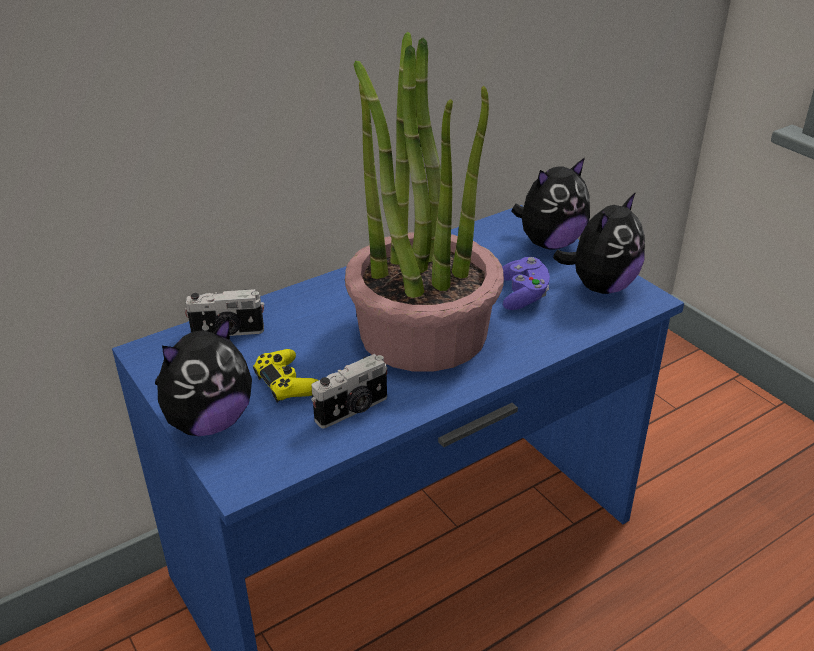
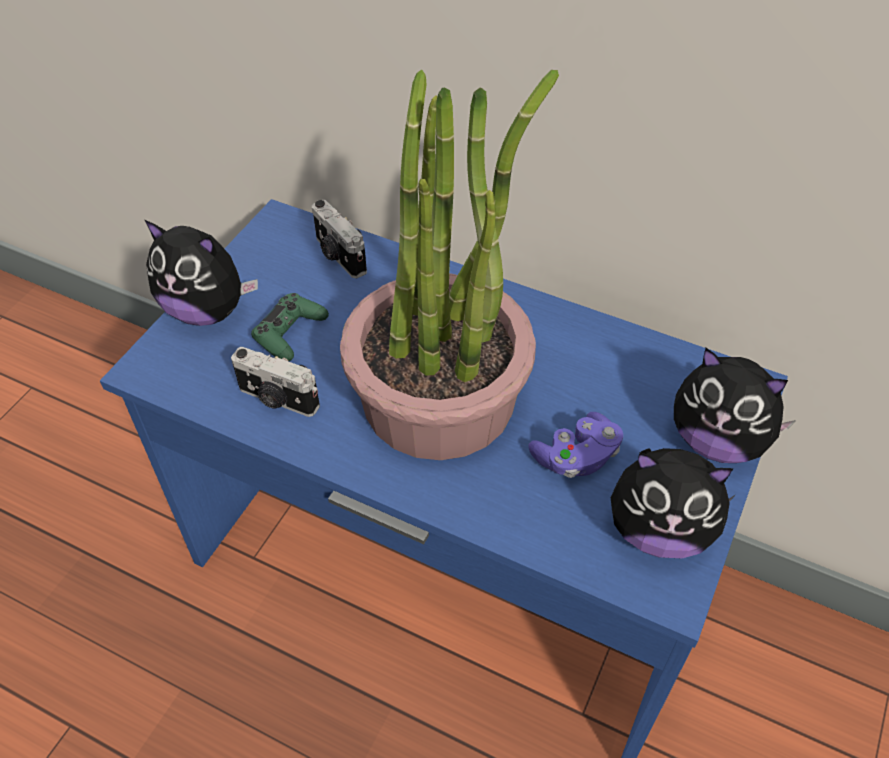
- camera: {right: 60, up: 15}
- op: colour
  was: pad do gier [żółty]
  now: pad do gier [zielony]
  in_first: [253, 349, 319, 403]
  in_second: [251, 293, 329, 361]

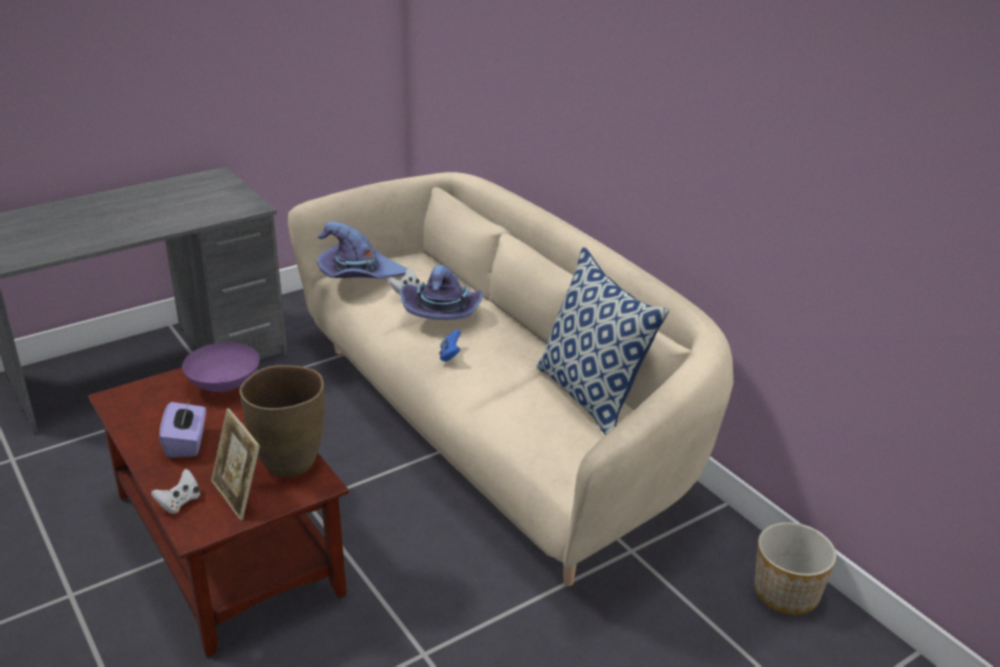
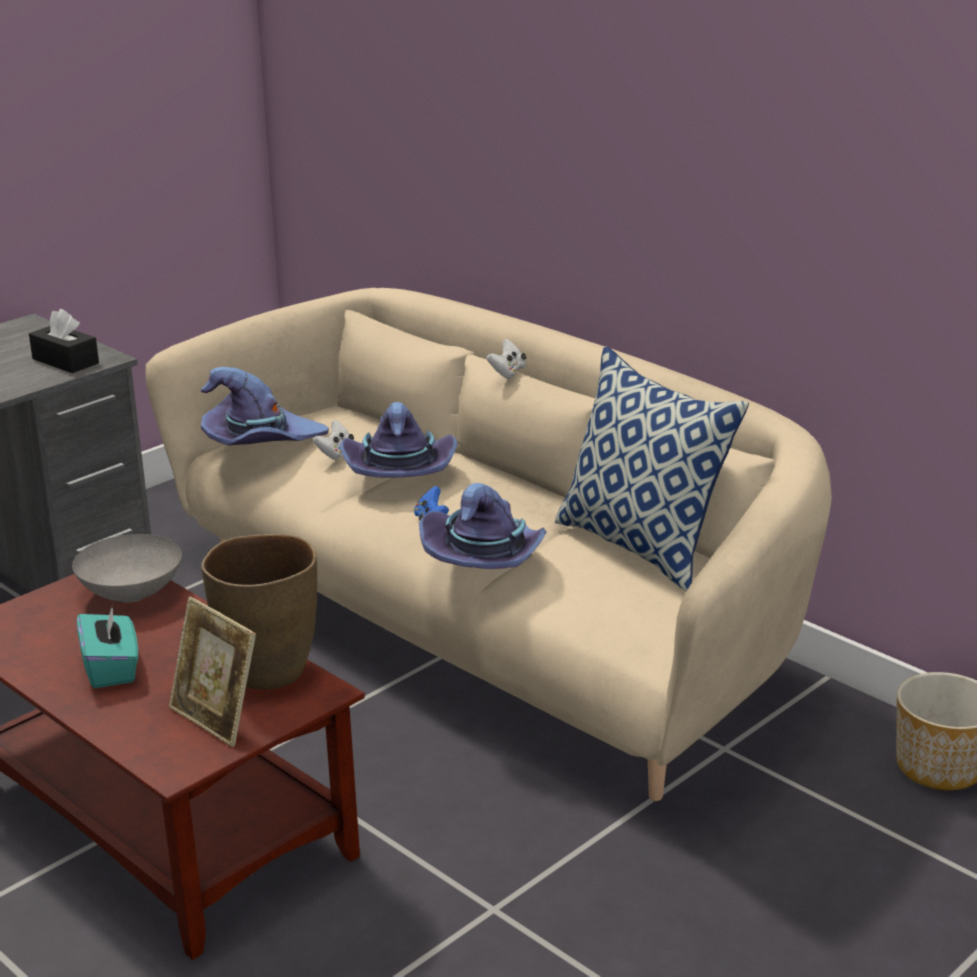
- camera: {right: -10, up: -5}
- op: colour
  was: miska [fioletowy]
  now: miska [szary]
  in_first: [182, 342, 260, 392]
  in_second: [72, 534, 182, 603]
- op: colour
  was: pudełko chusteczek [fioletowy]
  now: pudełko chusteczek [turkusowy]
  in_first: [159, 402, 206, 458]
  in_second: [77, 604, 138, 688]
- op: relocated
  was: pad do gier [biały]
  in_first: [151, 469, 200, 514]
  in_second: [486, 339, 527, 379]
- op: appeared
  now: pudełko chusteczek [czarny]
  in_second: [29, 309, 99, 373]
- op: appeared
  now: kapelusz [fioletowy]
  in_second: [419, 483, 547, 569]

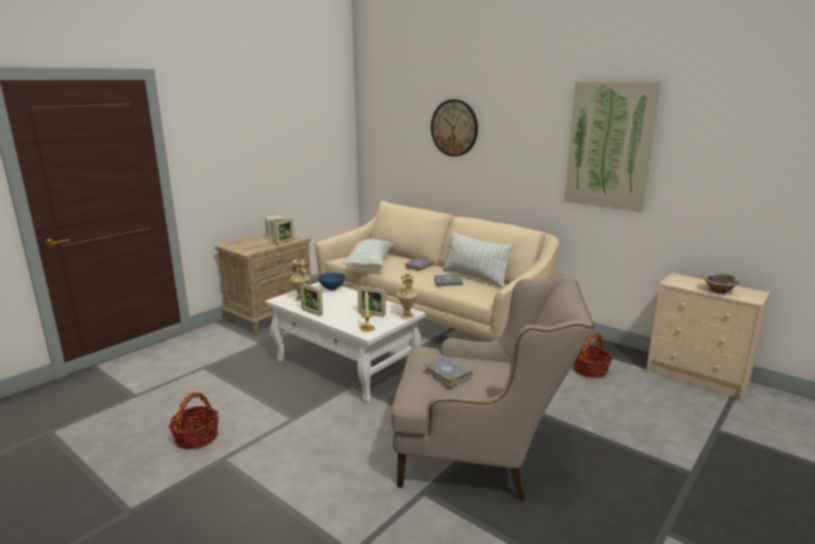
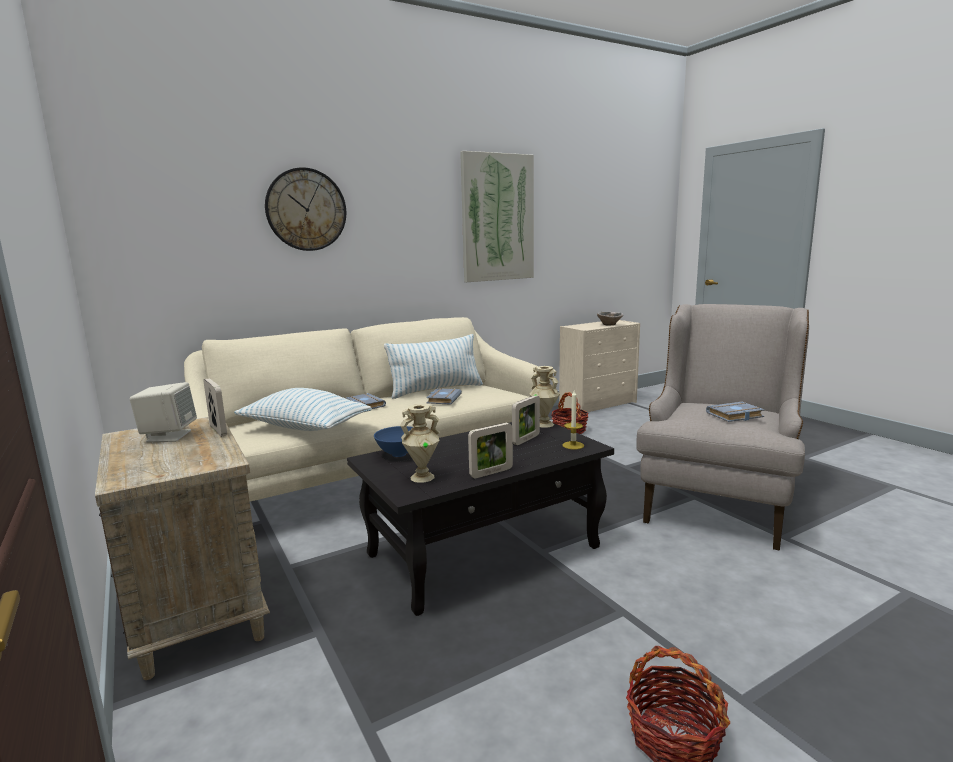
- camera: {right: -70, up: -5}
- op: colour
  was: ława [biały]
  now: ława [czarny]
  in_first: [265, 282, 426, 405]
  in_second: [347, 422, 614, 616]

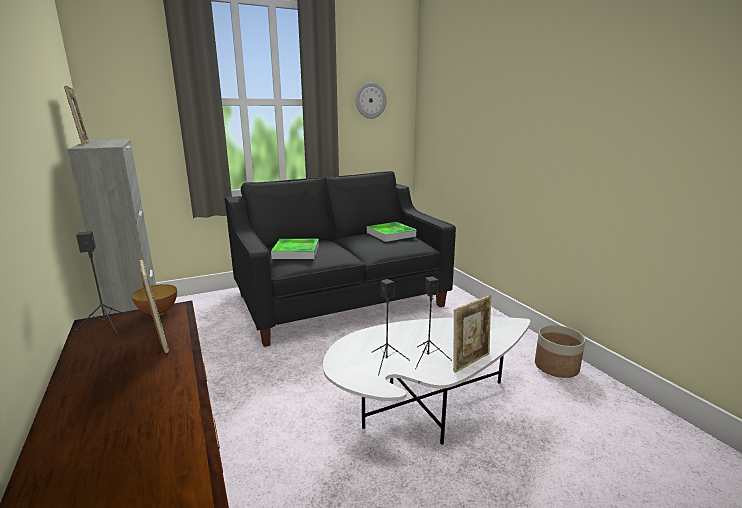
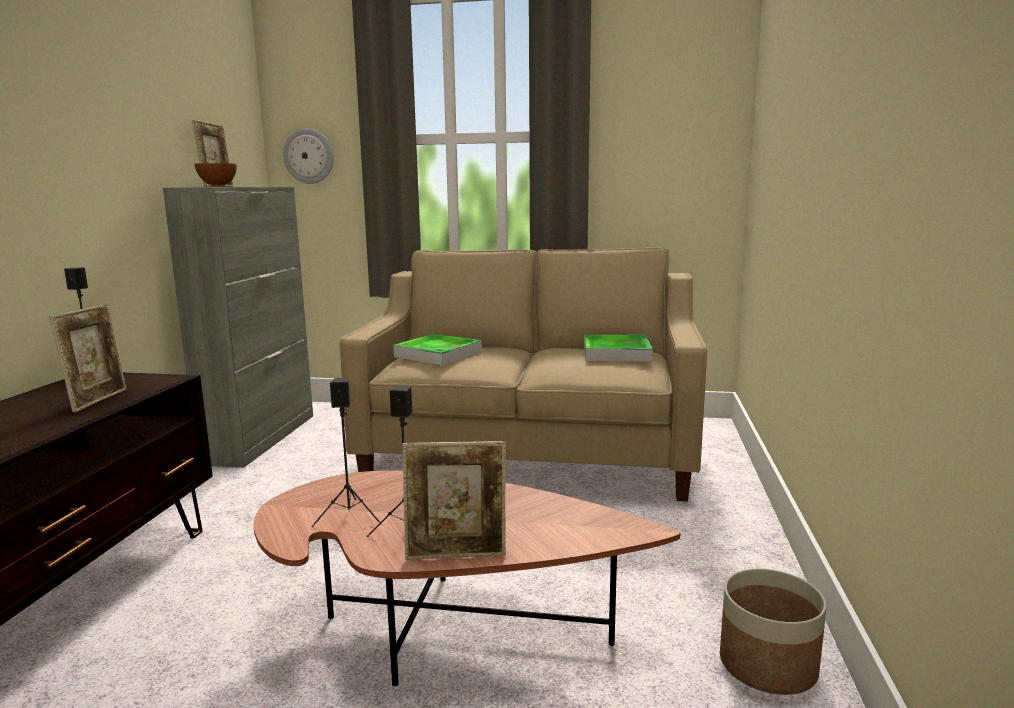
- camera: {right: 35, up: -5}
- op: relocated
  was: zegar ścienny
  in_first: [356, 82, 387, 119]
  in_second: [283, 128, 334, 184]
- op: colour
  was: kanapa [czarny]
  now: kanapa [beżowy]
  in_first: [225, 171, 456, 347]
  in_second: [340, 248, 707, 502]
- op: relocated
  was: miska
  in_first: [132, 284, 177, 316]
  in_second: [194, 163, 237, 187]
- op: colour
  was: ława [biały]
  now: ława [brązowy]
  in_first: [323, 317, 531, 445]
  in_second: [253, 470, 681, 686]

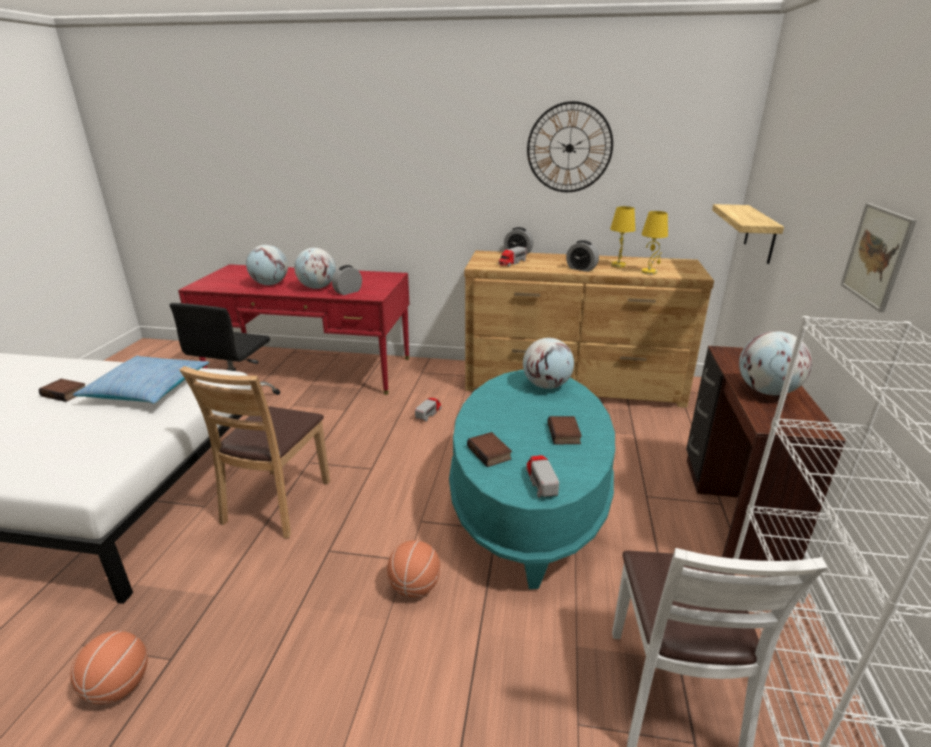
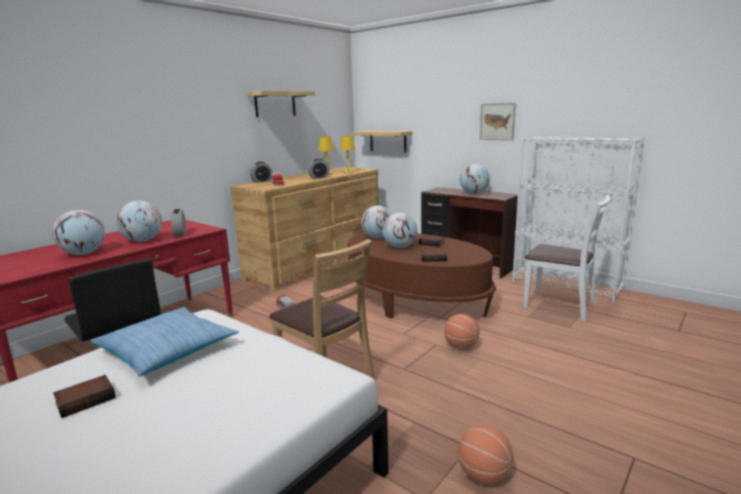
- camera: {right: -60, up: -10}
- op: exchanged
  was: zegar ścienny
  now: półka
  in_first: [527, 101, 613, 192]
  in_second: [246, 91, 315, 117]
- op: colour
  was: ława [turkusowy]
  now: ława [brązowy]
  in_first: [449, 370, 615, 589]
  in_second: [348, 233, 496, 318]
- op: missing
  was: ciężarówka zabawkowa
  in_first: [526, 455, 559, 498]
- op: appeared
  now: globus
  in_second: [382, 213, 418, 248]

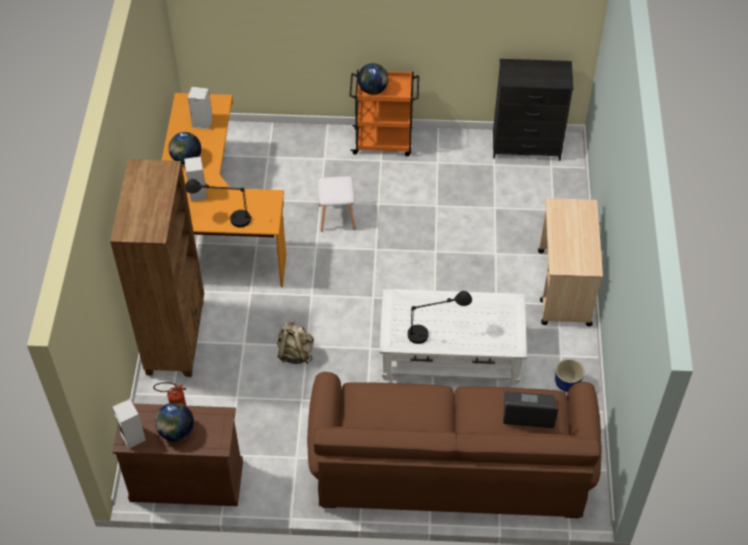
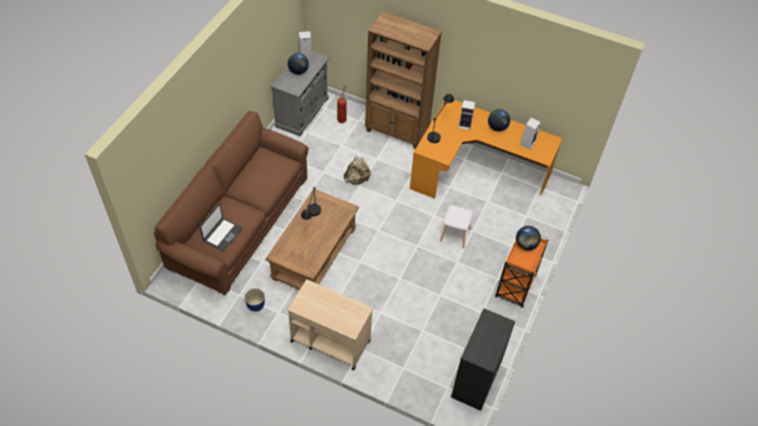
- camera: {right: 110, up: 0}
- op: colour
  was: ława [biały]
  now: ława [brązowy]
  in_first: [379, 289, 527, 385]
  in_second: [266, 189, 359, 290]
- op: colour
  was: szafka [brązowy]
  now: szafka [szary]
  in_first: [113, 404, 243, 506]
  in_second: [271, 51, 329, 136]

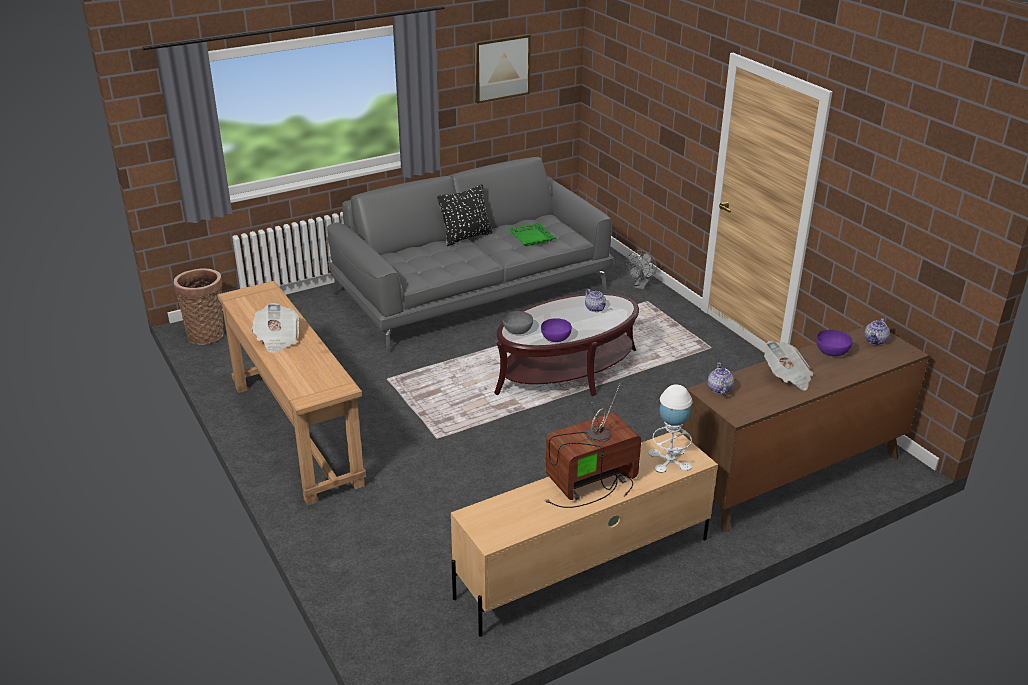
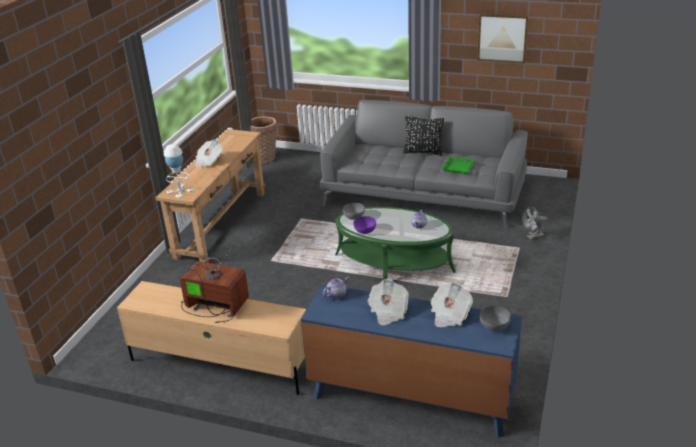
- camera: {right: 50, up: 0}
- op: colour
  was: ława [brązowy]
  now: ława [zielony]
  in_first: [494, 293, 639, 396]
  in_second: [335, 207, 456, 281]
- op: exchanged
  was: imbryk
  now: miska [szary]
  in_first: [864, 318, 890, 345]
  in_second: [480, 306, 511, 331]
- op: colour
  was: komoda [brązowy]
  now: komoda [niebieski]
  in_first: [681, 326, 929, 532]
  in_second: [301, 284, 522, 438]
- op: exchanged
  was: miska [fioletowy]
  now: gazeta
  in_first: [816, 330, 852, 356]
  in_second: [430, 282, 473, 327]
- op: relocated
  was: lampa stołowa [biały]
  in_first: [649, 384, 693, 473]
  in_second: [164, 144, 194, 198]

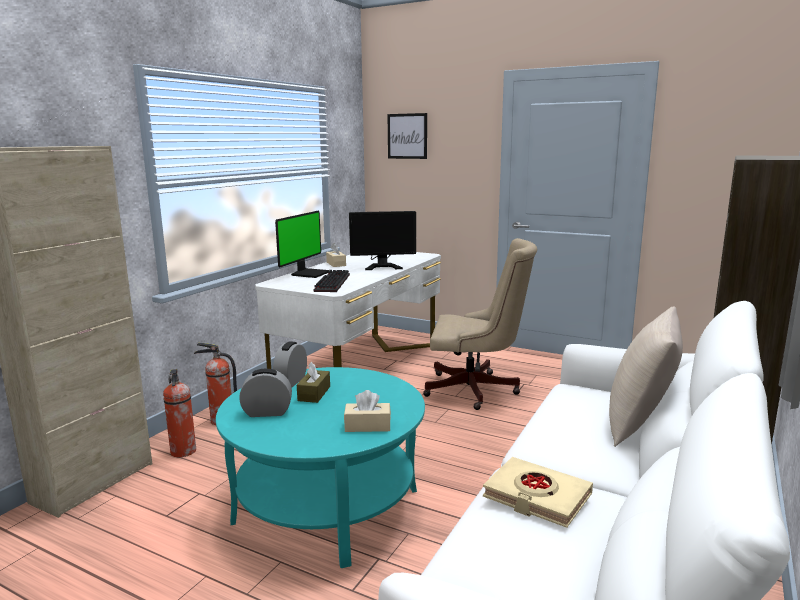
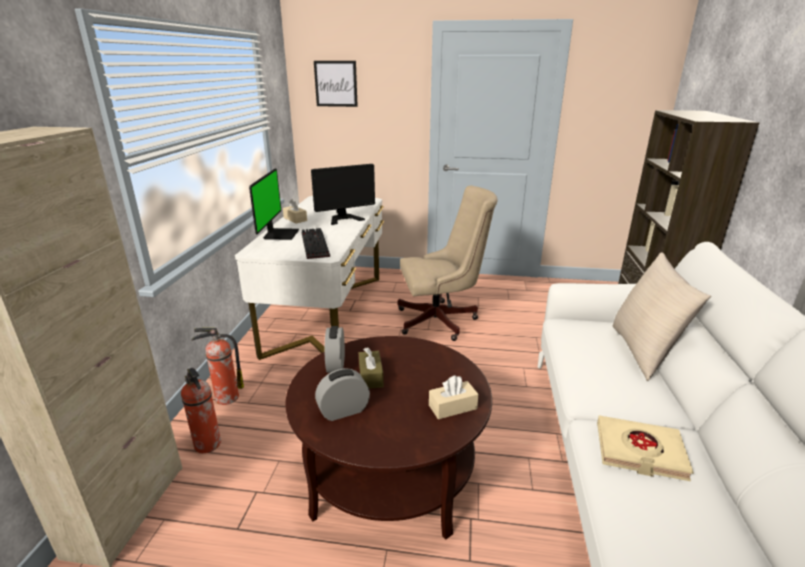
- camera: {right: -20, up: 10}
- op: colour
  was: ława [turkusowy]
  now: ława [brązowy]
  in_first: [216, 367, 425, 568]
  in_second: [285, 336, 492, 540]

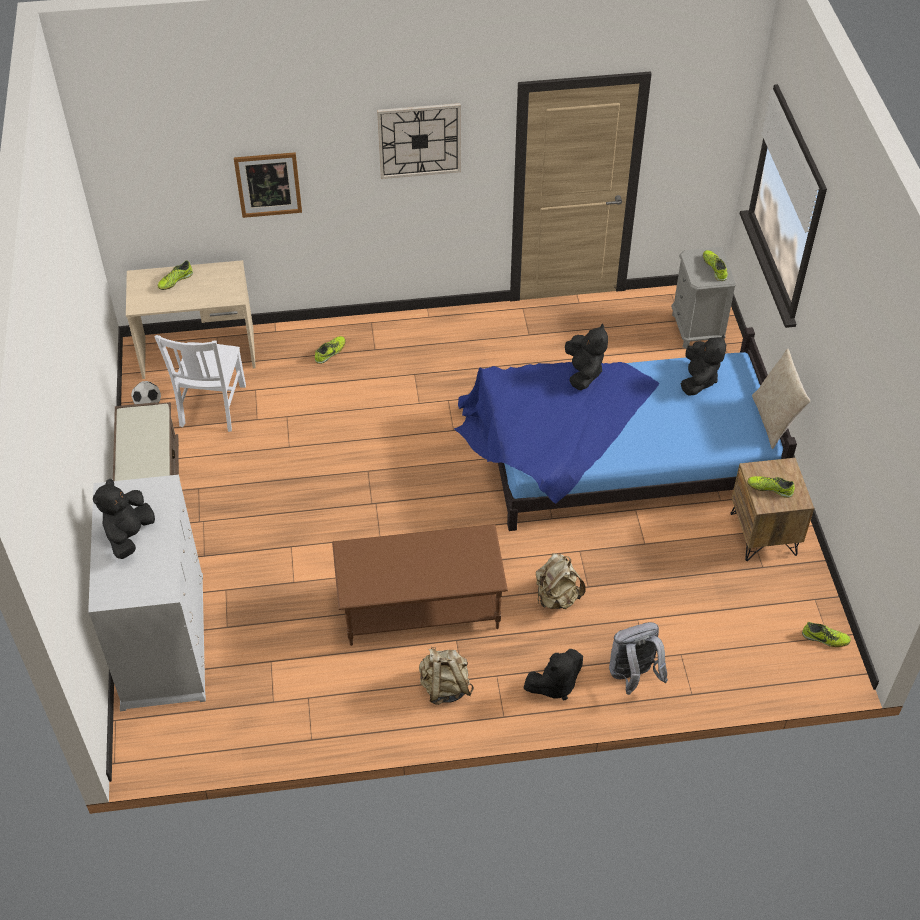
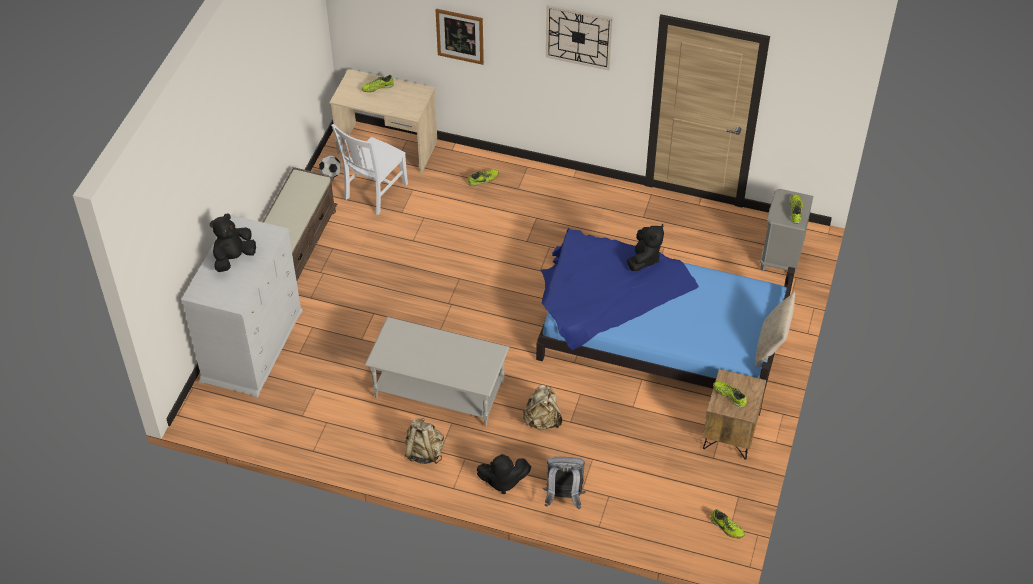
- camera: {right: 25, up: 0}
- op: missing
  was: pluszak [czarny]
  in_first: [681, 335, 726, 396]
- op: colour
  was: ława [brązowy]
  now: ława [szary]
  in_first: [332, 524, 508, 646]
  in_second: [365, 317, 509, 426]

